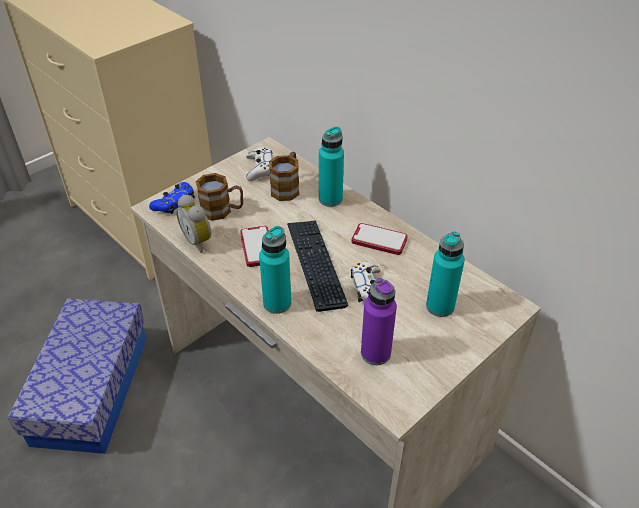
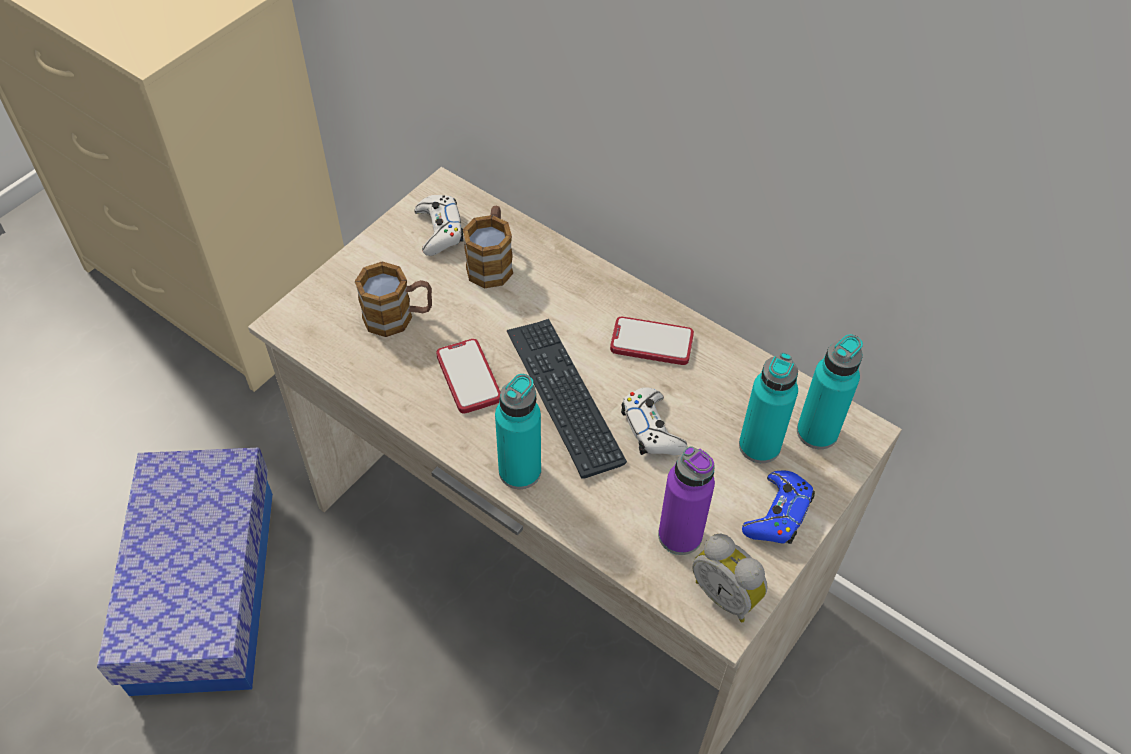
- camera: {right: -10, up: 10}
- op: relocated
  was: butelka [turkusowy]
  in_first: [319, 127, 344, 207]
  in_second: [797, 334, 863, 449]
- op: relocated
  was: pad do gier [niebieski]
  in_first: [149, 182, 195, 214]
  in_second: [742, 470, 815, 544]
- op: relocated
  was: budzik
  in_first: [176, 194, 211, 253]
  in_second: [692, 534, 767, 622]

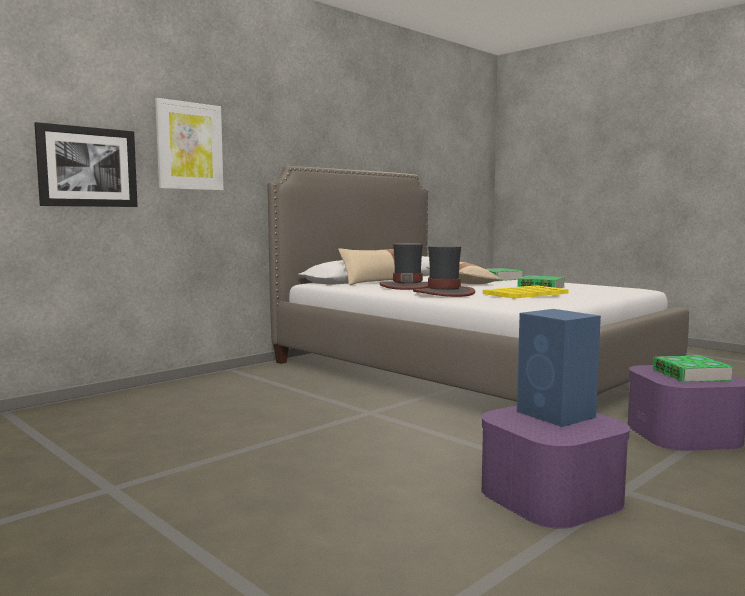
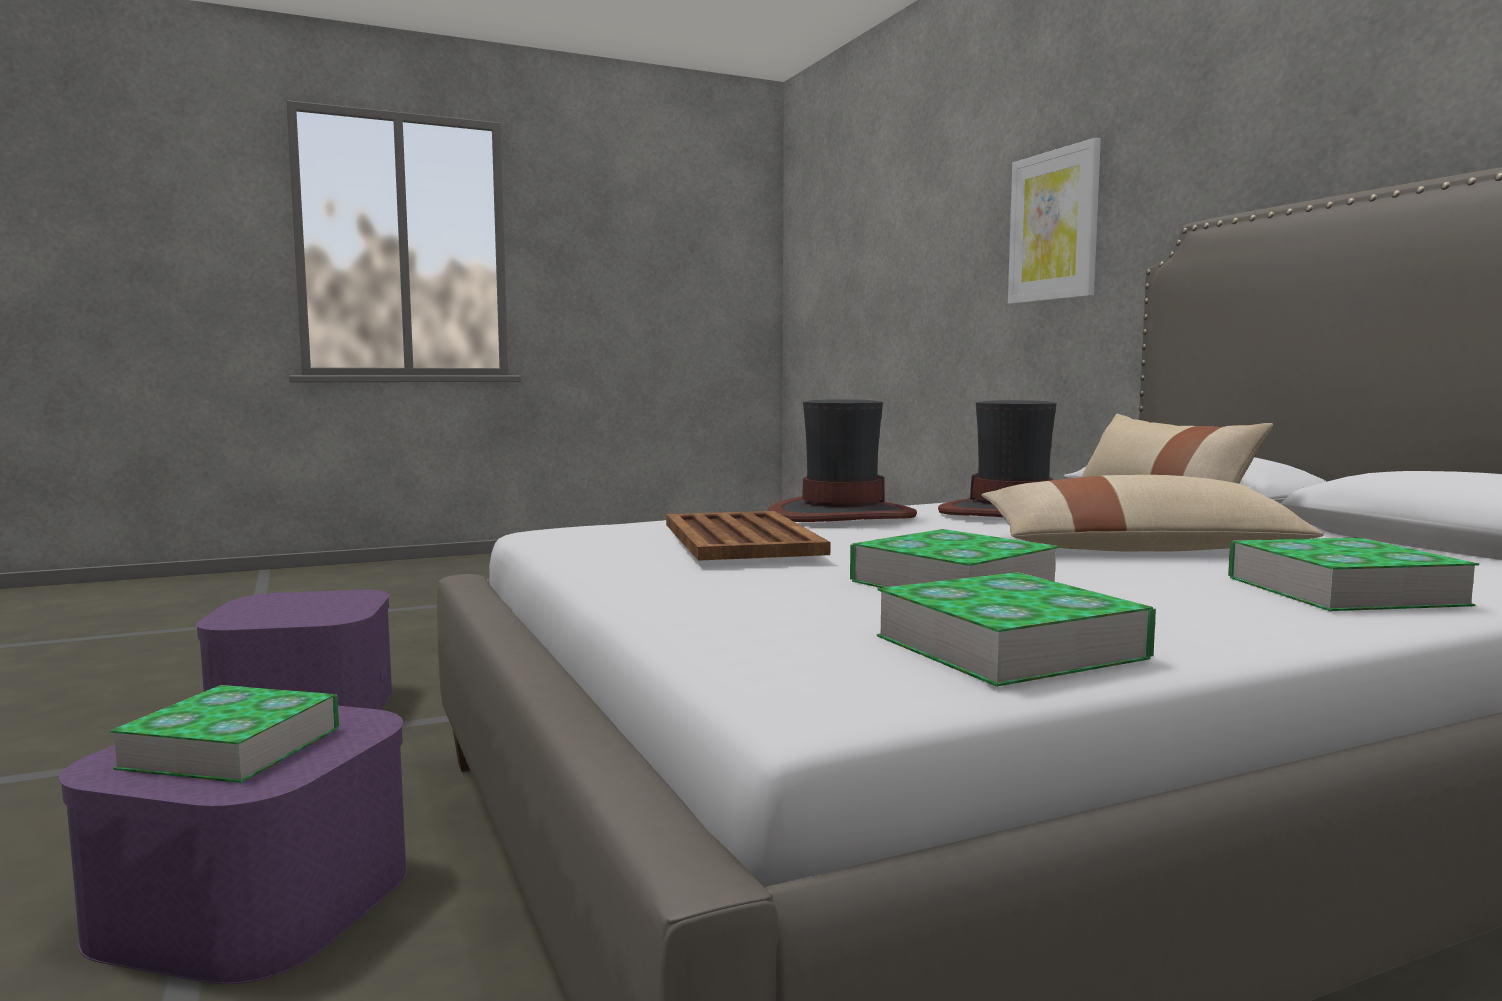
- camera: {right: 110, up: 0}
- op: missing
  was: obraz
  in_first: [34, 122, 138, 207]
- op: colour
  was: taca [żółty]
  now: taca [brązowy]
  in_first: [483, 285, 569, 299]
  in_second: [666, 511, 830, 561]
- op: missing
  was: głośnik [niebieski]
  in_first: [517, 309, 601, 427]
- op: appeared
  now: książka
  in_second: [877, 572, 1156, 687]

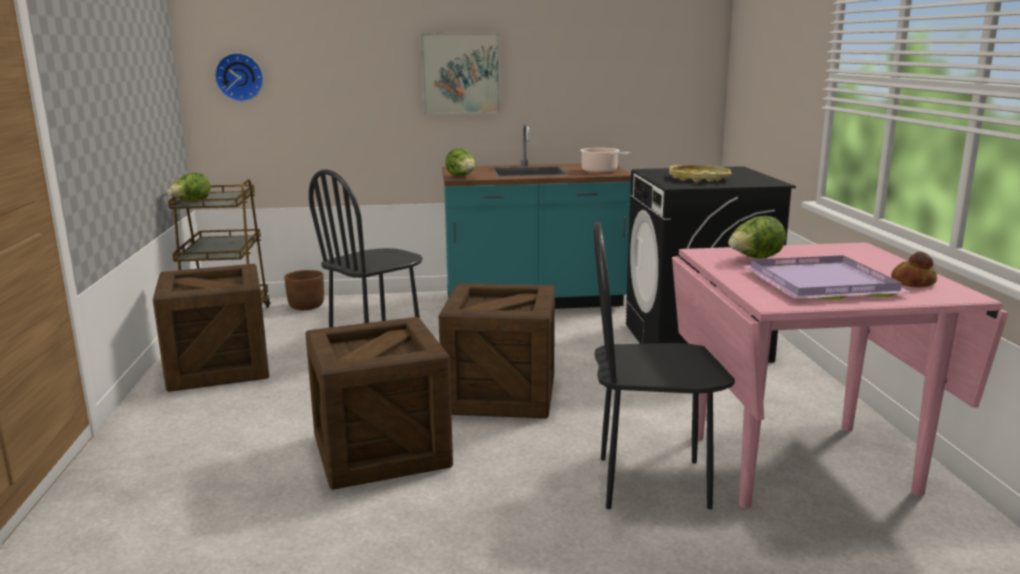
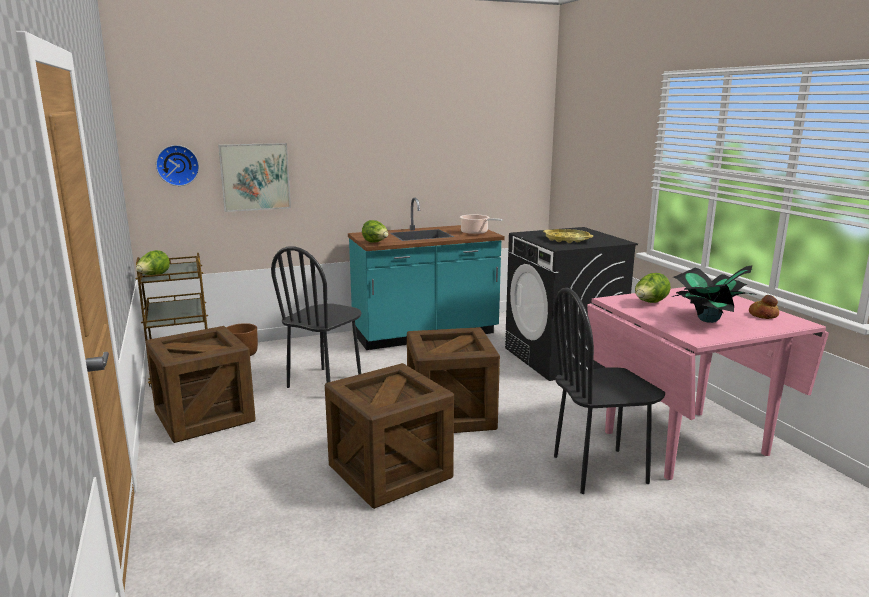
- camera: {right: -15, up: 0}
- op: relocated
  was: obraz
  in_first: [420, 33, 501, 114]
  in_second: [218, 143, 291, 212]
- op: exchanged
  was: taca [fioletowy]
  now: roślina doniczkowa
  in_first: [743, 255, 912, 300]
  in_second: [672, 265, 757, 323]

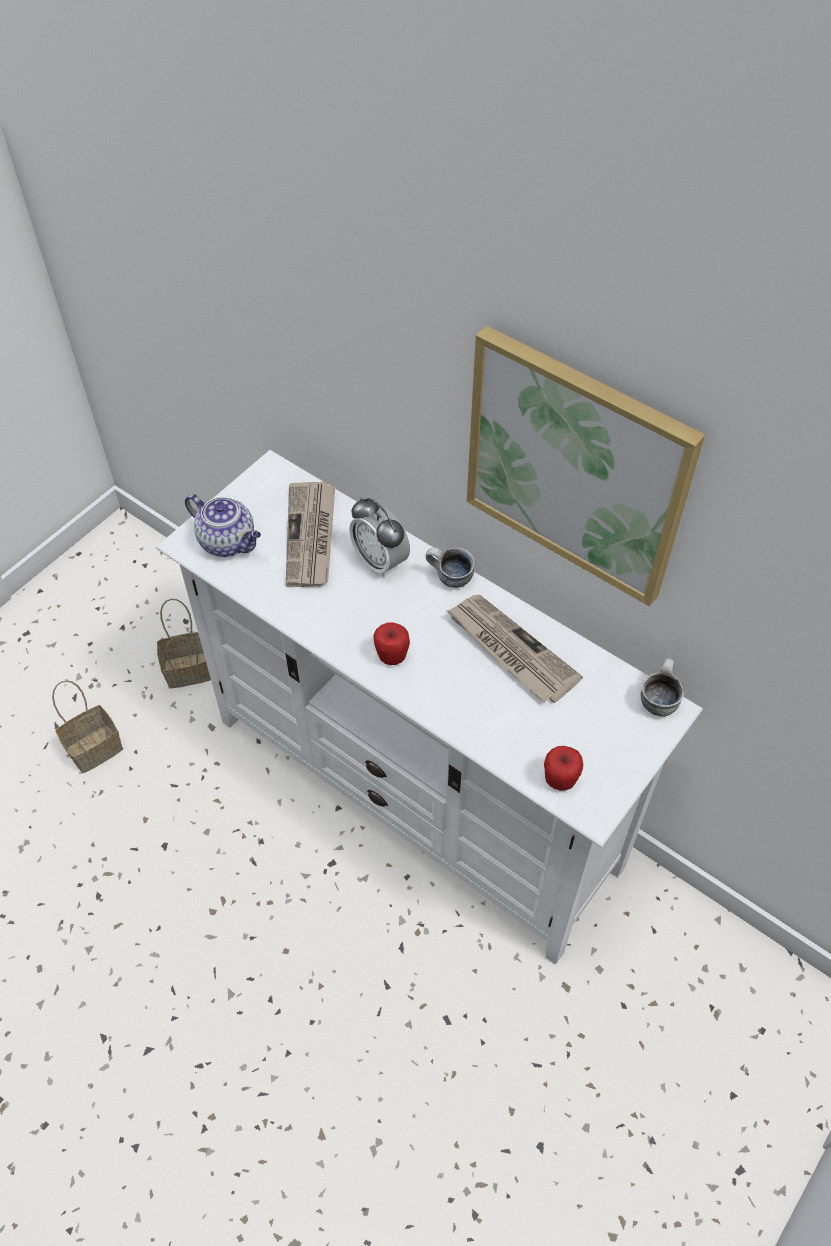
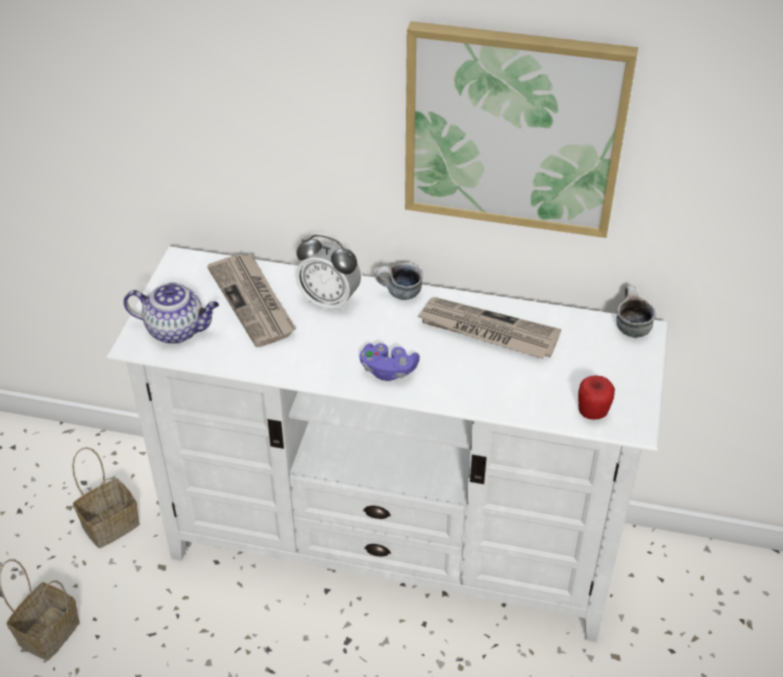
- camera: {right: -25, up: -10}
- op: exchanged
  was: jabłko
  now: pad do gier [fioletowy]
  in_first: [373, 623, 410, 665]
  in_second: [359, 343, 420, 381]

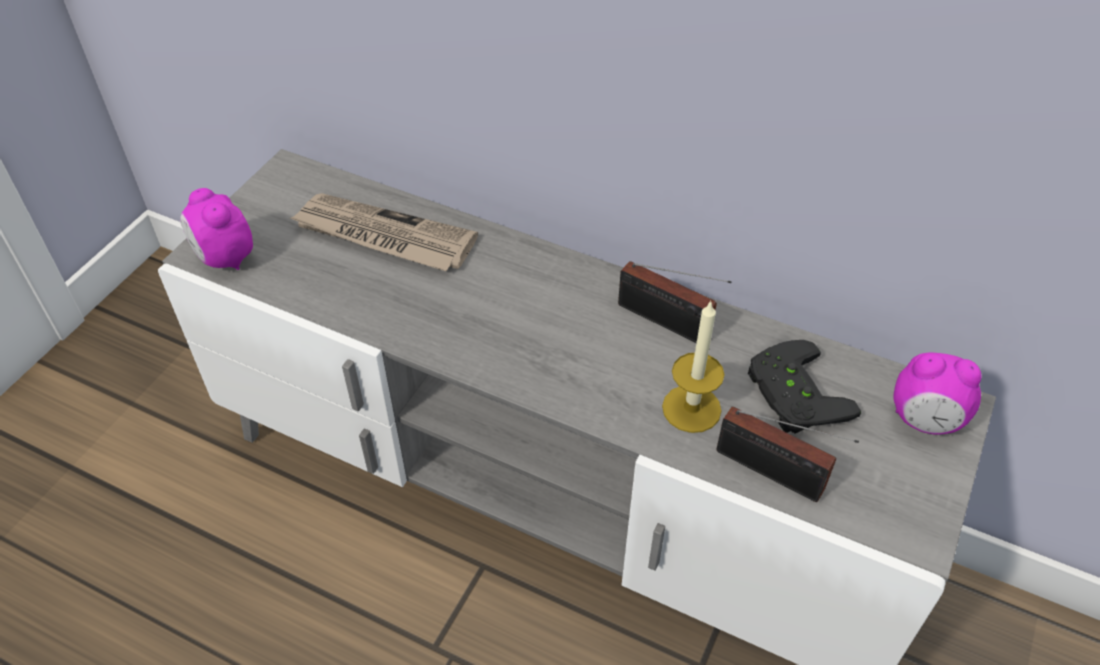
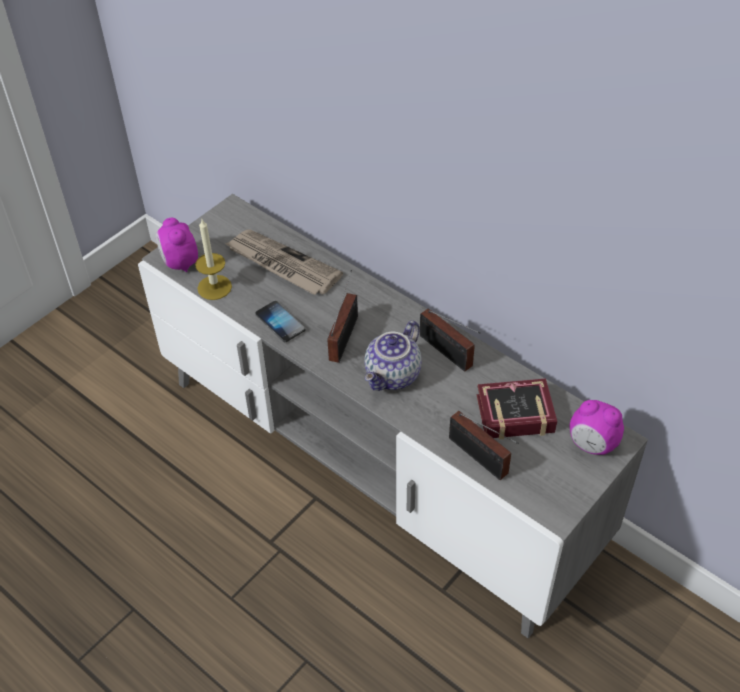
- camera: {right: 15, up: 0}
- op: relocated
  was: świeca
  in_first: [662, 300, 725, 433]
  in_second: [195, 219, 232, 300]
- op: exchanged
  was: pad do gier [czarny]
  now: książka
  in_first: [748, 340, 861, 434]
  in_second: [476, 378, 557, 439]
- op: appeared
  now: radio
  in_second: [327, 270, 358, 363]
- op: appeared
  now: telefon
  in_second: [255, 301, 306, 342]
- op: appeared
  now: imbryk
  in_second: [364, 320, 422, 391]

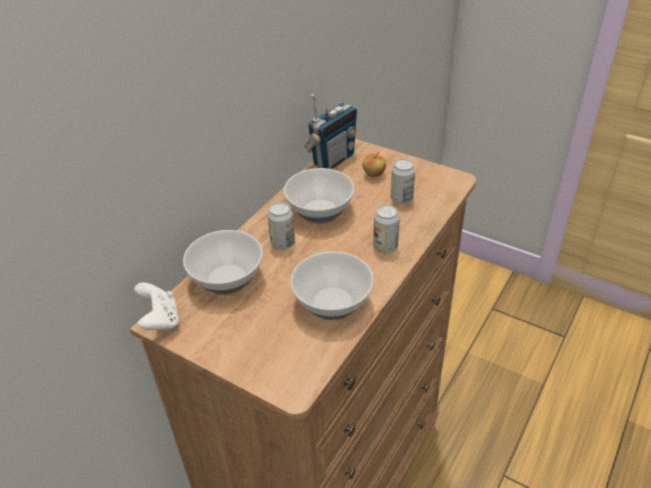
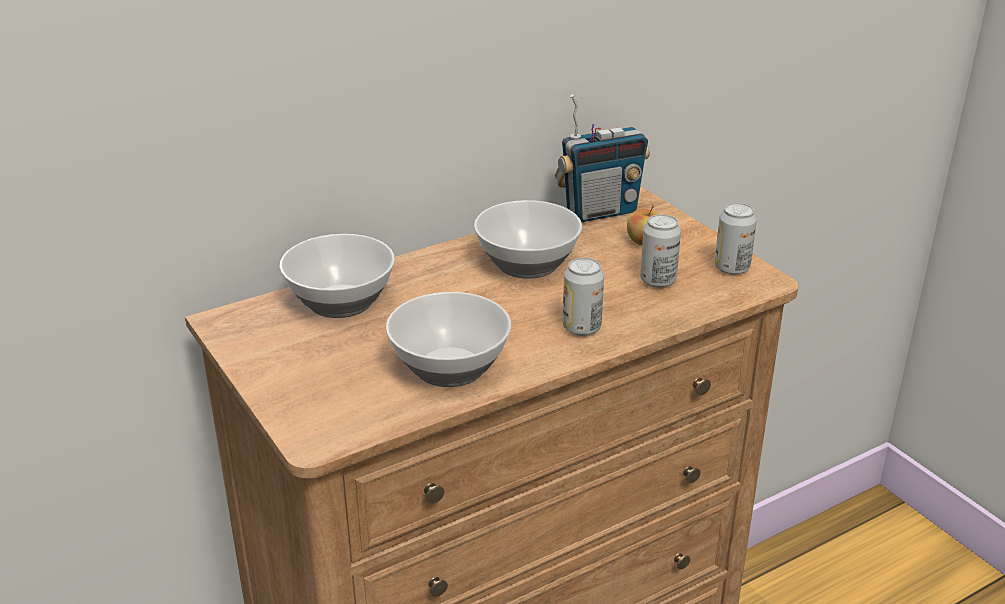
- camera: {right: 25, up: -10}
- op: relocated
  was: puszka
  in_first: [267, 202, 295, 250]
  in_second: [715, 203, 757, 275]
- op: missing
  was: pad do gier [biały]
  in_first: [134, 282, 179, 331]

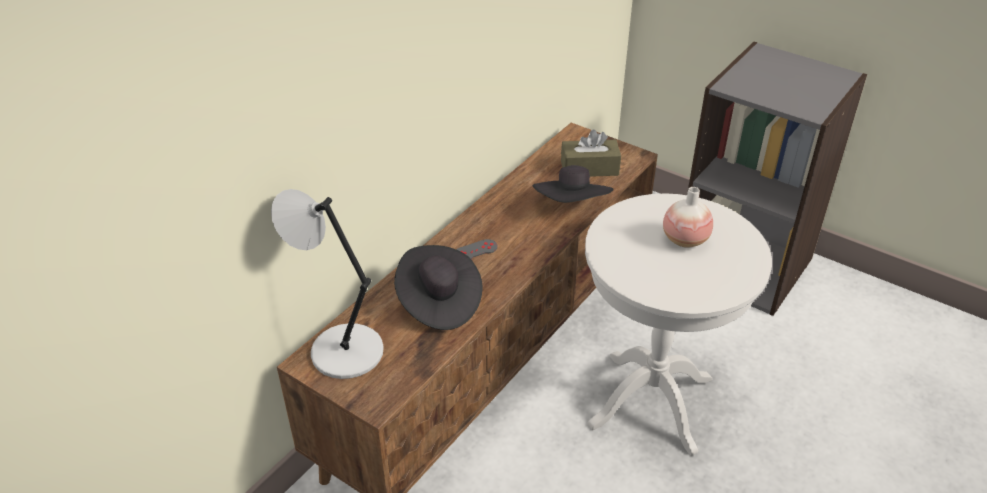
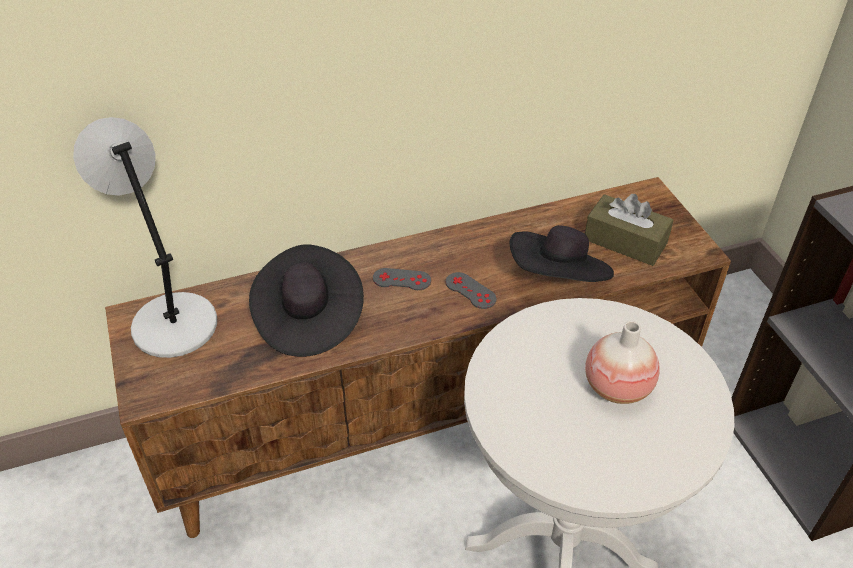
- camera: {right: 35, up: 5}
- op: appeared
  now: pad do gier [szary]
  in_second: [445, 272, 497, 309]

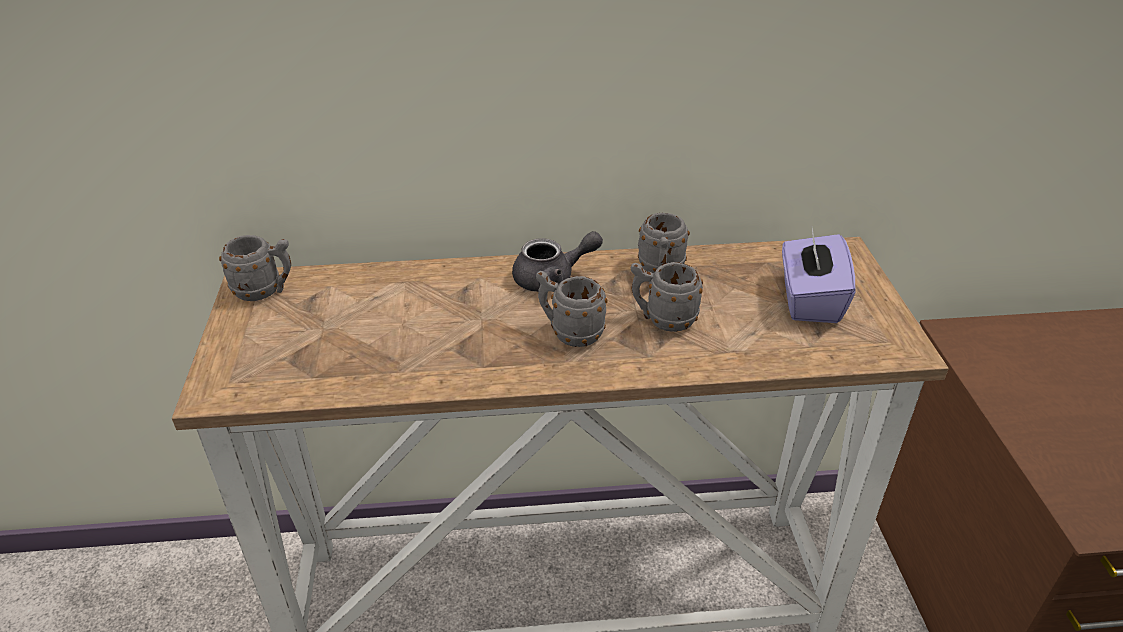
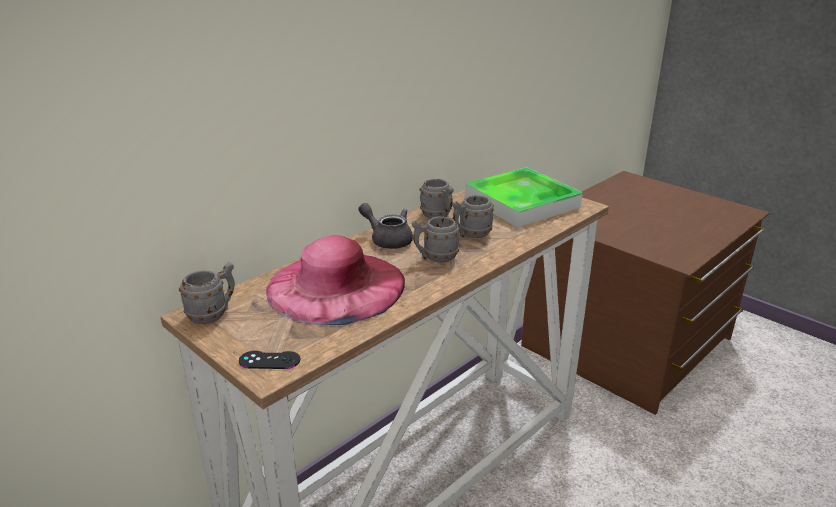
- camera: {right: -40, up: -10}
- op: exchanged
  was: pudełko chusteczek [fioletowy]
  now: taca
  in_first: [782, 228, 855, 323]
  in_second: [465, 167, 583, 228]
- op: spun
  was: imbryk [szary]
  in_first: [512, 231, 603, 292]
  in_second: [358, 203, 413, 249]
  clockwise: -90
- op: appeared
  now: kapelusz [różowy]
  in_second: [266, 235, 405, 325]
- op: appeared
  now: pad do gier [czarny]
  in_second: [239, 351, 300, 369]

